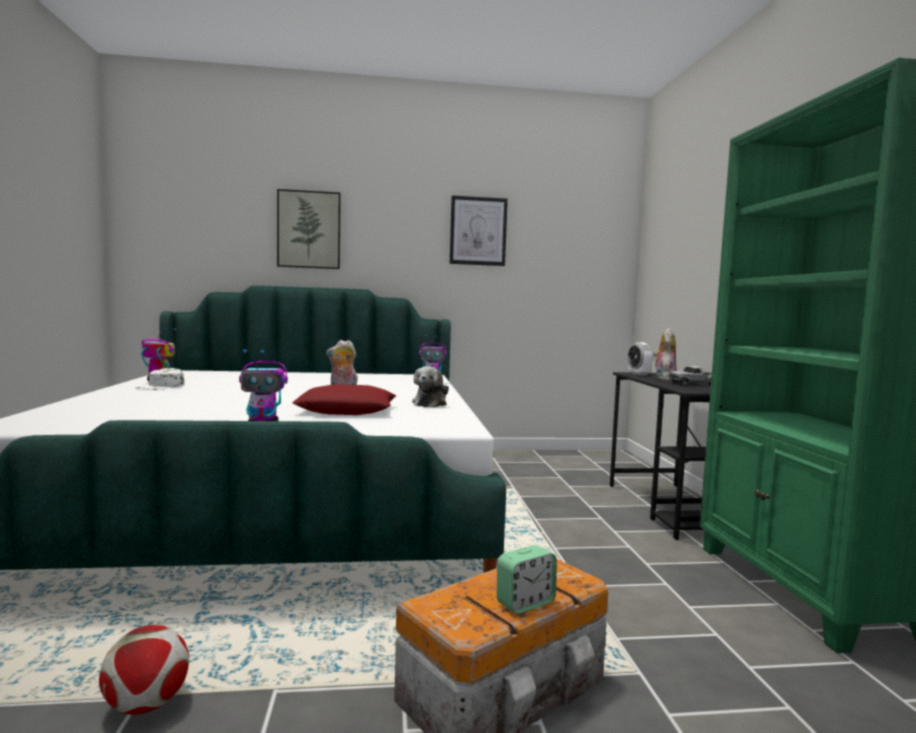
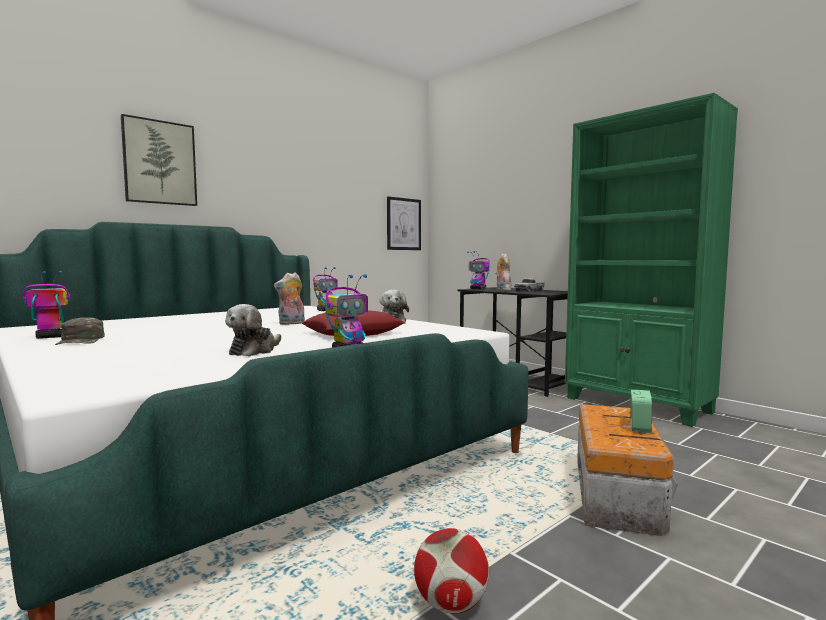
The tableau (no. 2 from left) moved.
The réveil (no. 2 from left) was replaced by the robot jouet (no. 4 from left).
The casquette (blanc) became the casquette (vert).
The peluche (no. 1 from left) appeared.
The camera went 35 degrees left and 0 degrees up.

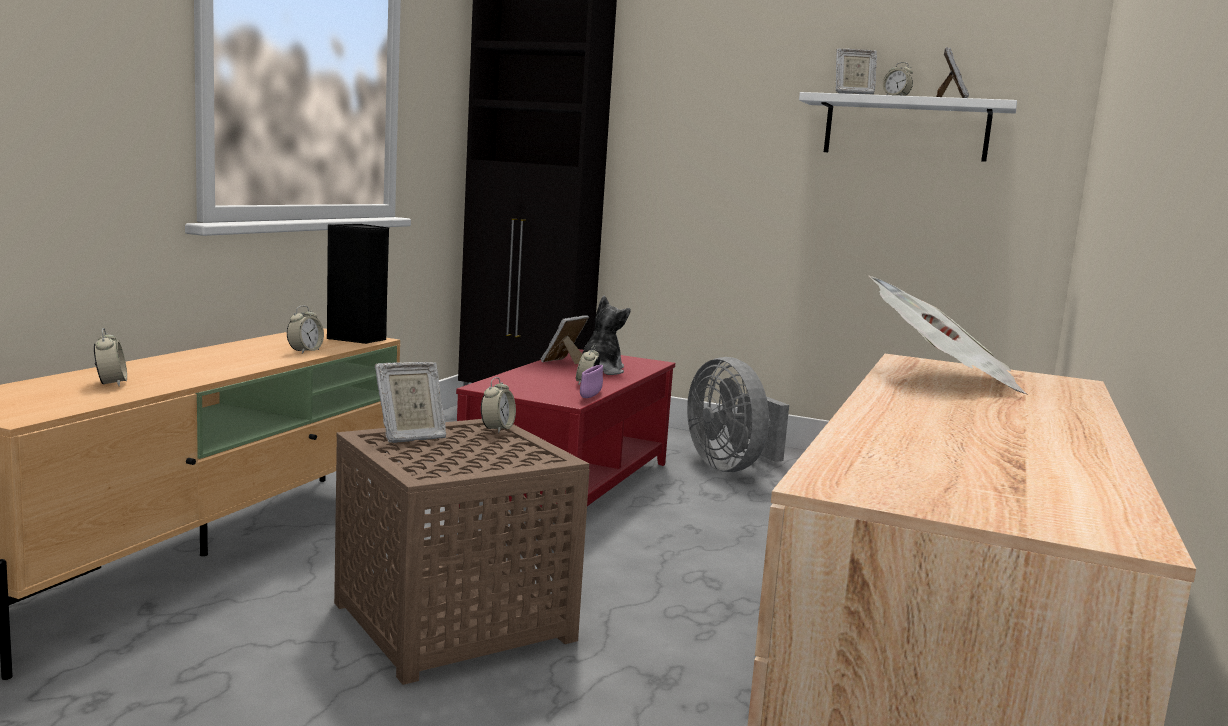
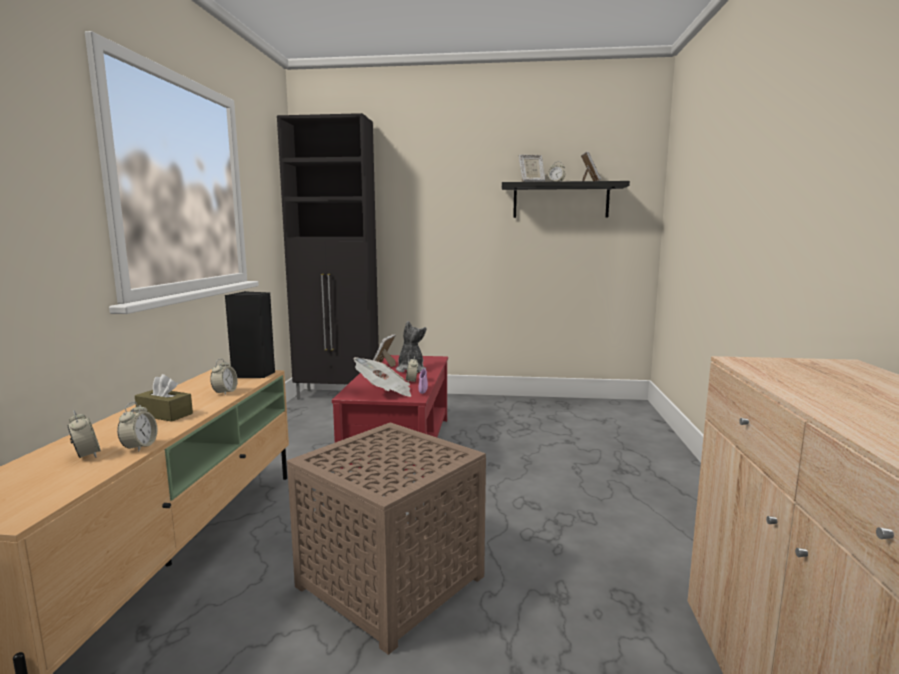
The étagère (blanc) became the étagère (noir).
The journal moved.
The ventilateur (gris) disappeared.
The cadre photo (no. 1 from left) disappeared.
The réveil (no. 3 from left in the first image) moved.
The boîte à mouchoirs (marron) appeared.
The camera went 15 degrees left and 0 degrees up.

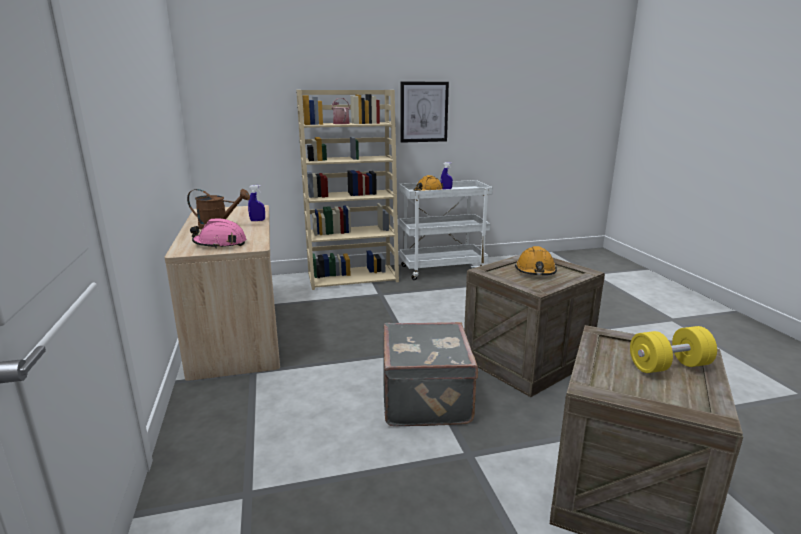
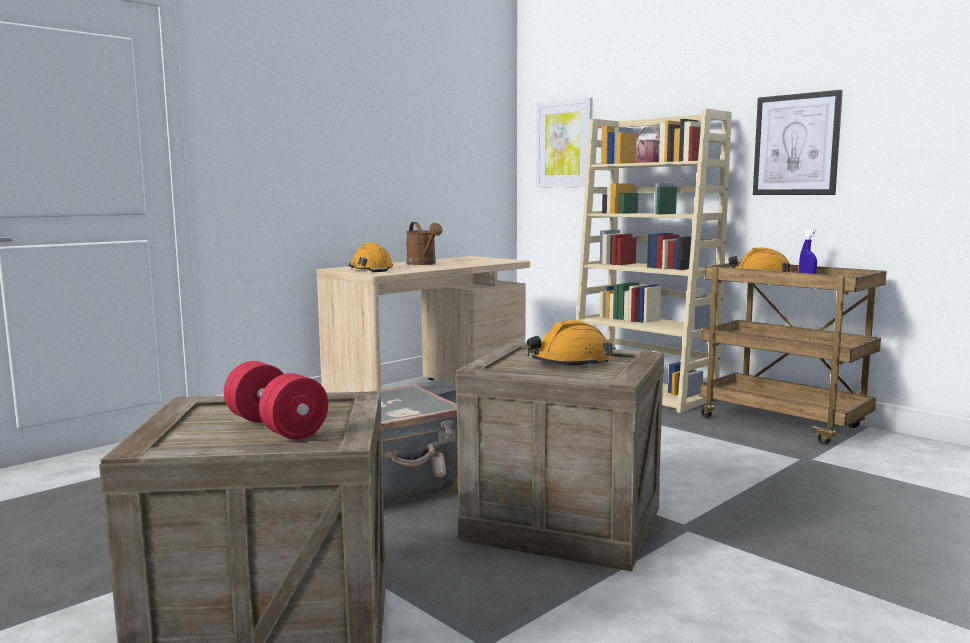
The chariot (blanc) became the chariot (marron).
The vaporisateur (bleu) (no. 1 from left) disappeared.
The casque de chantier (rose) became the casque de chantier (orange) (no. 1 from left).
The haltère (jaune) became the haltère (rouge).
The tableau (no. 1 from left) appeared.
The camera went 60 degrees right and 10 degrees down.

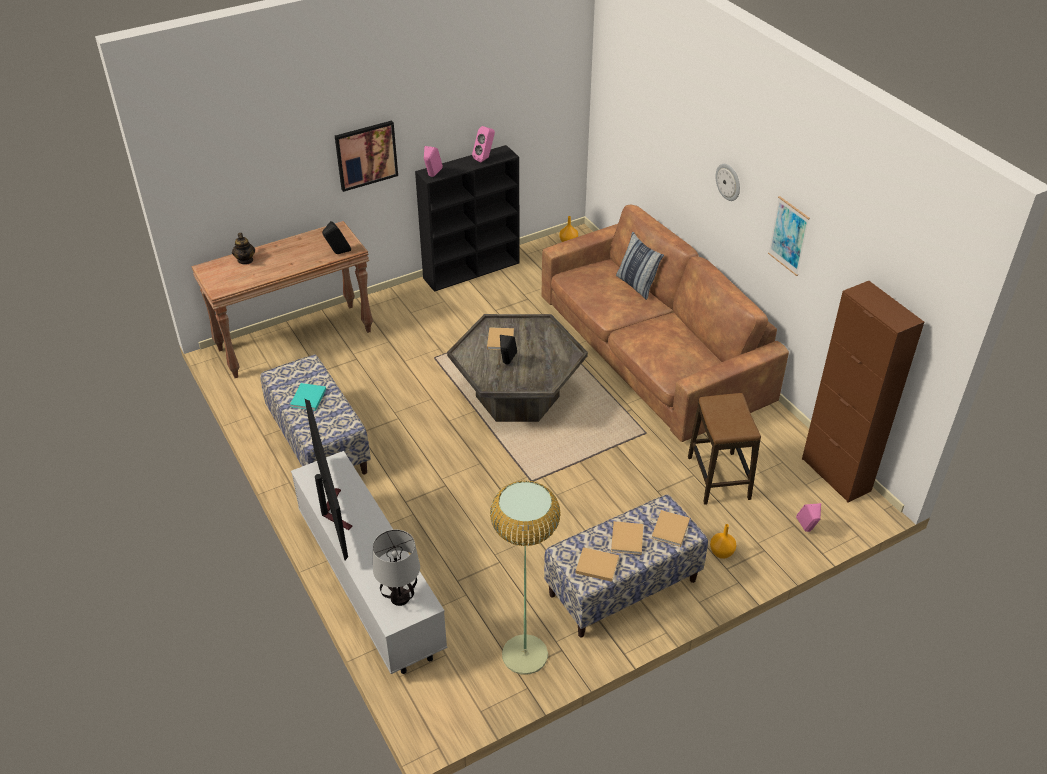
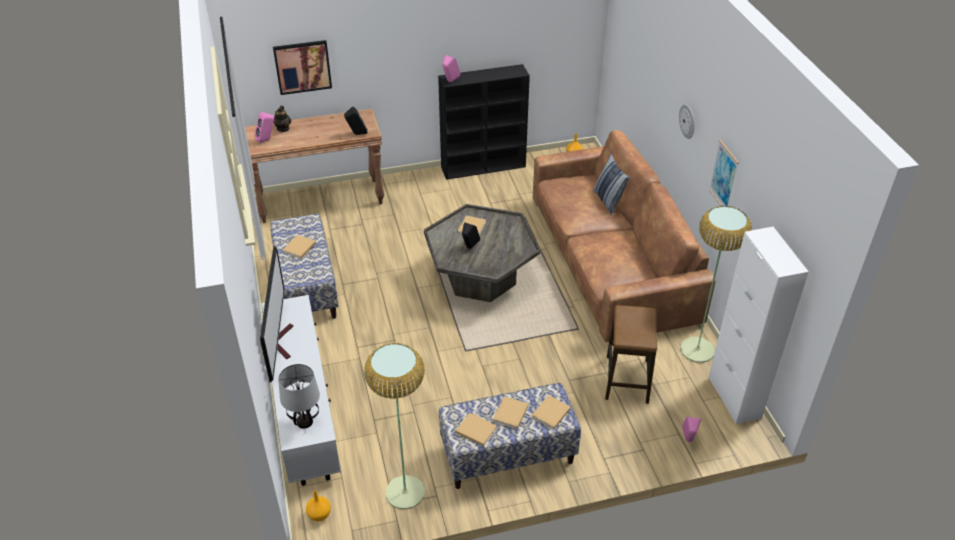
The tableau (no. 1 from left) moved.
The enceinte (rose) (no. 2 from left in the first image) moved.
The meuble de rangement (marron) became the meuble de rangement (blanc).
The livre (turquoise) became the livre (beige) (no. 1 from left).
The vase (orange) (no. 2 from left in the first image) moved.
The lampadaire (no. 2 from left) appeared.
The camera went 15 degrees right and 0 degrees up.

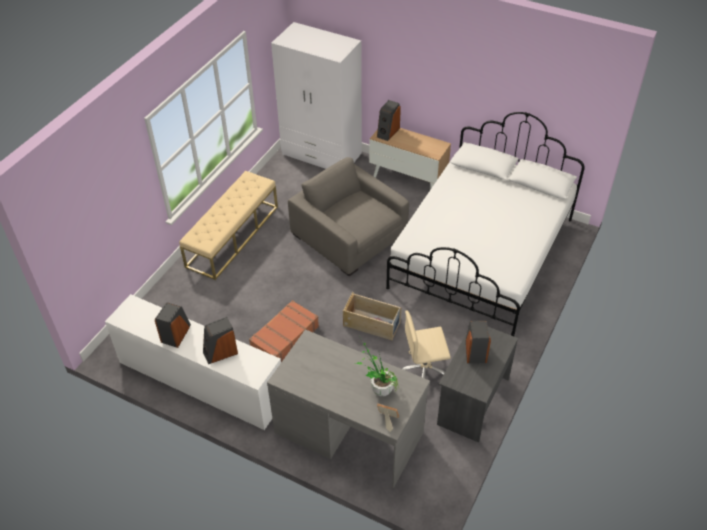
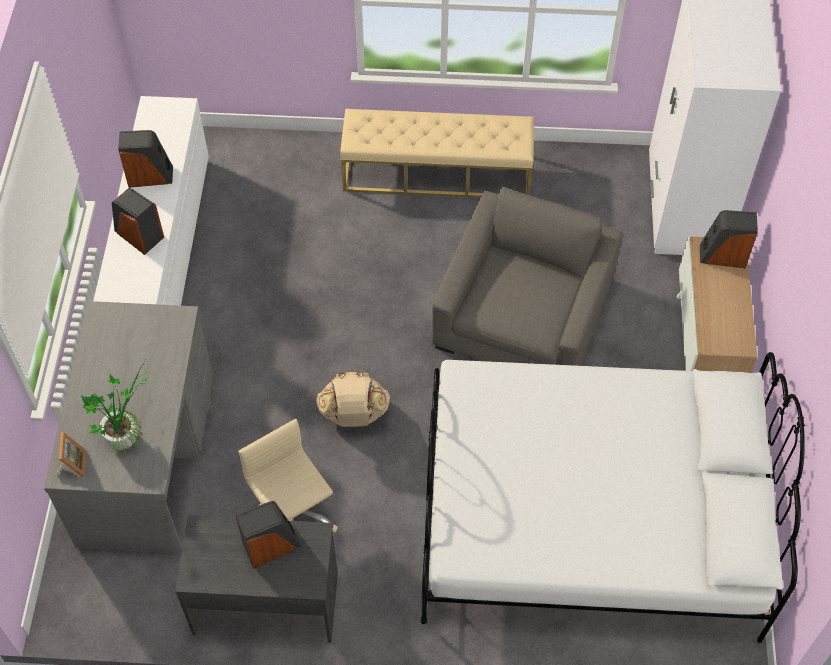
The boîte de rangement (beige) was replaced by the sac à dos (beige).
The valise (marron) disappeared.
The camera went 65 degrees right and 10 degrees up.

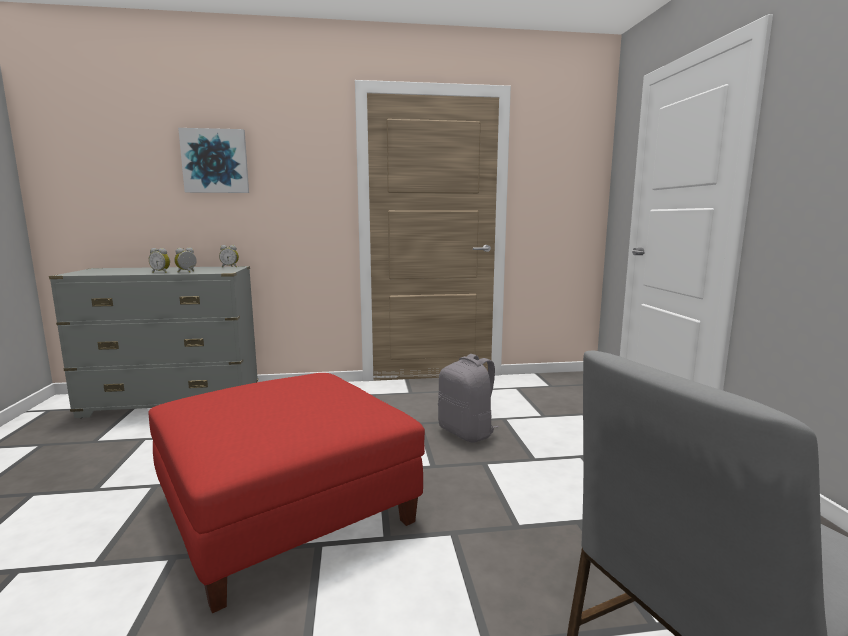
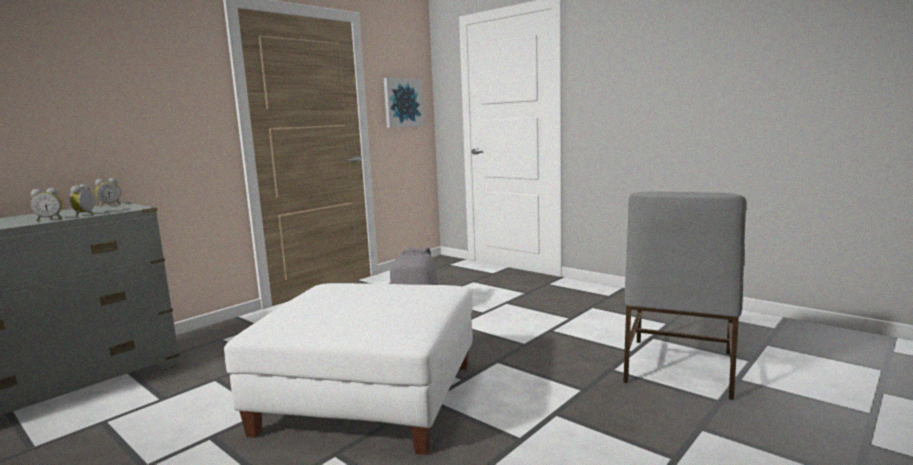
The tableau moved.
The pouf (rouge) became the pouf (blanc).
The camera went 40 degrees left and 0 degrees up.

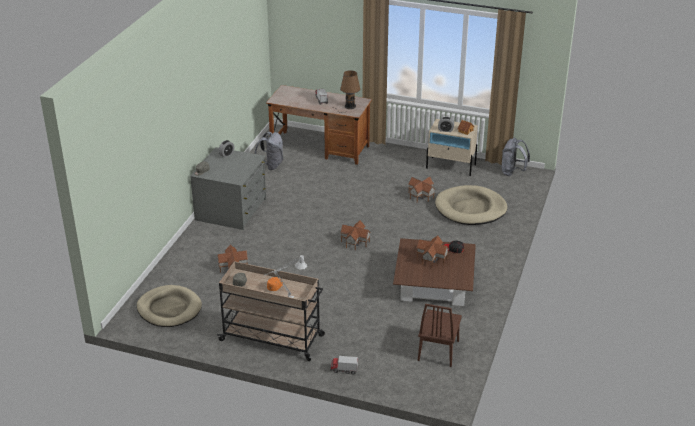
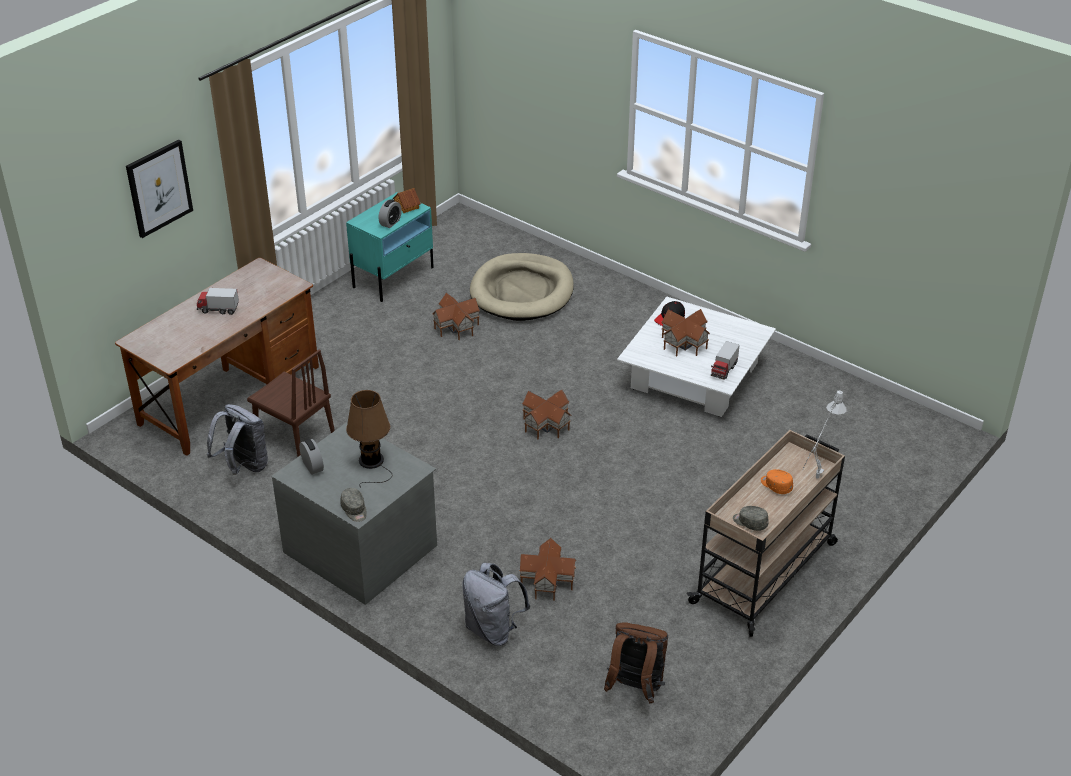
The lampe de table (marron) moved.
The table de chevet (beige) became the table de chevet (turquoise).
The sac à dos (gris) (no. 2 from left) moved.
The table basse (marron) became the table basse (blanc).
The panier pour chien (beige) (no. 1 from left) was replaced by the sac à dos (marron).
The chaise (marron) moved.
The camion jouet (no. 2 from left) moved.
The tableau appeared.
The camera went 70 degrees left and 5 degrees up.

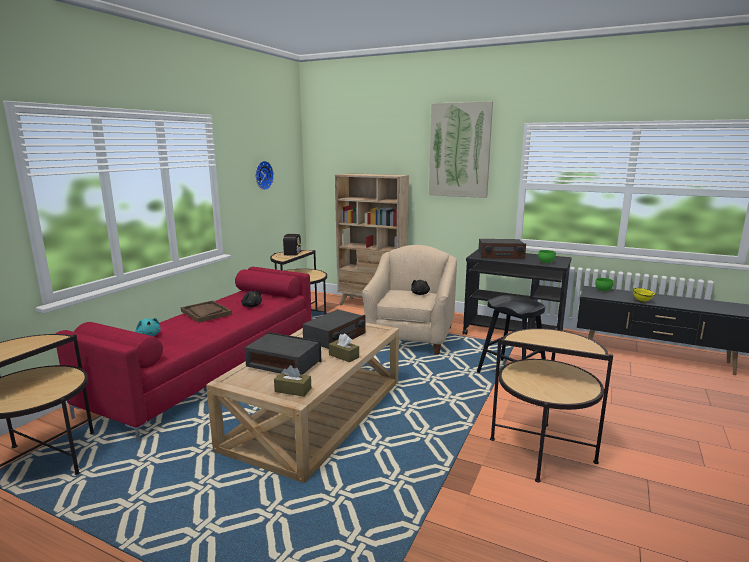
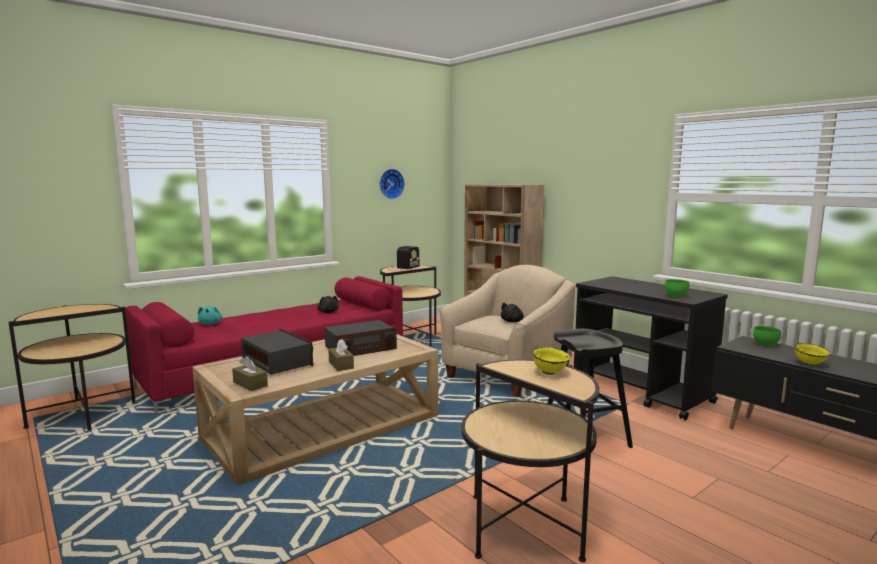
The tableau disappeared.
The radio (no. 4 from left) disappeared.
The plateau (marron) disappeared.
The bol (jaune) (no. 1 from left) appeared.
The camera went 25 degrees right and 5 degrees down.

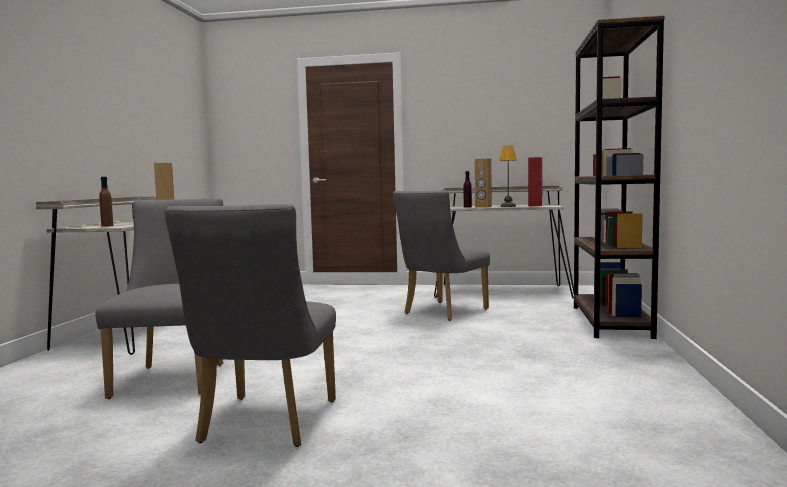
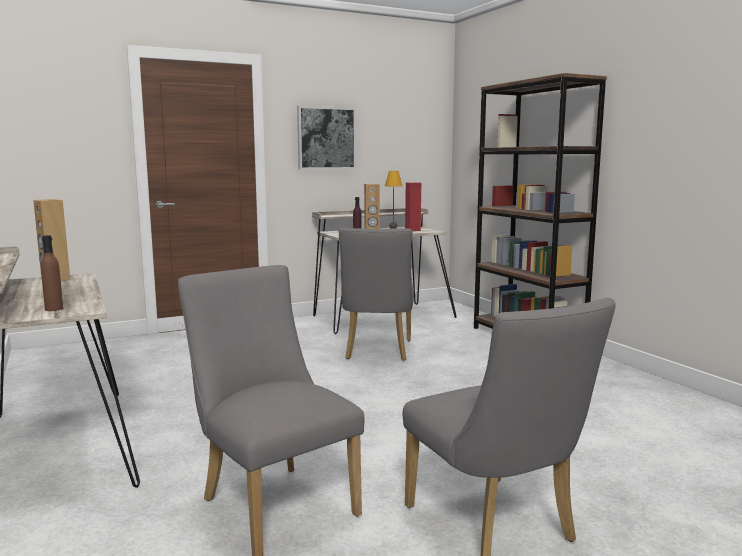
The tableau appeared.
The camera went 35 degrees left and 5 degrees up.

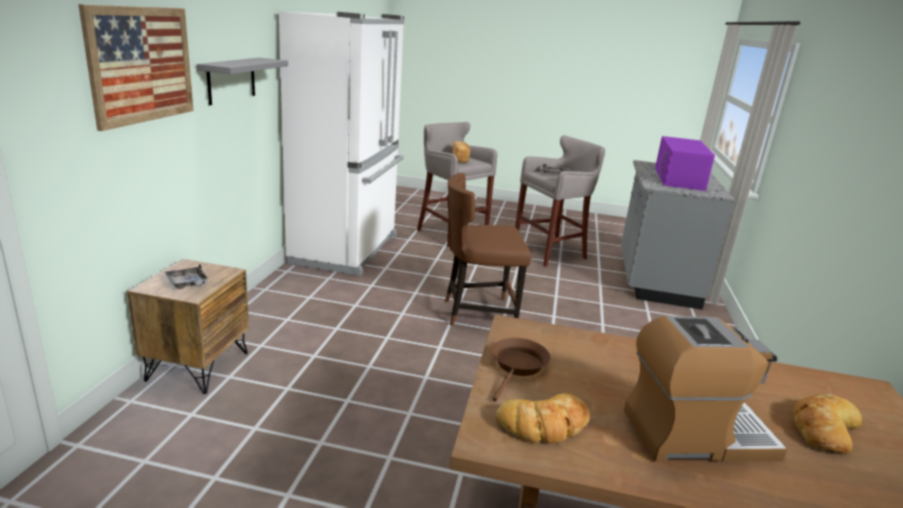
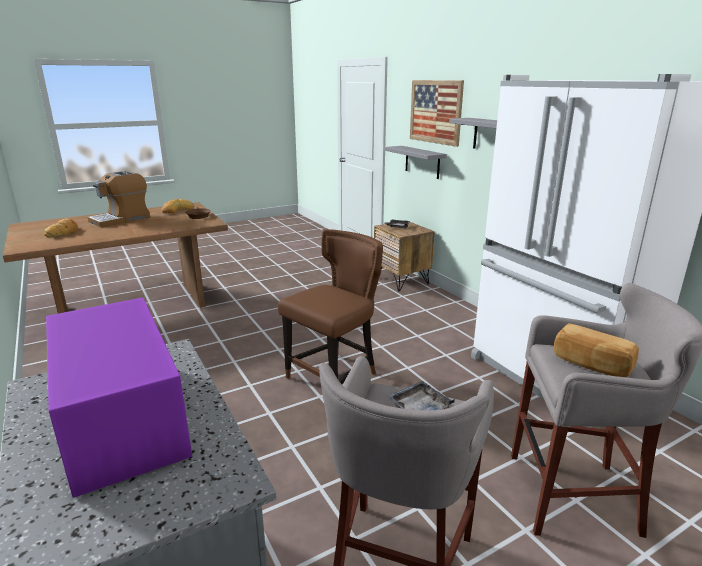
The étagère (gris) (no. 1 from left) appeared.
The camera went 140 degrees right and 0 degrees up.

